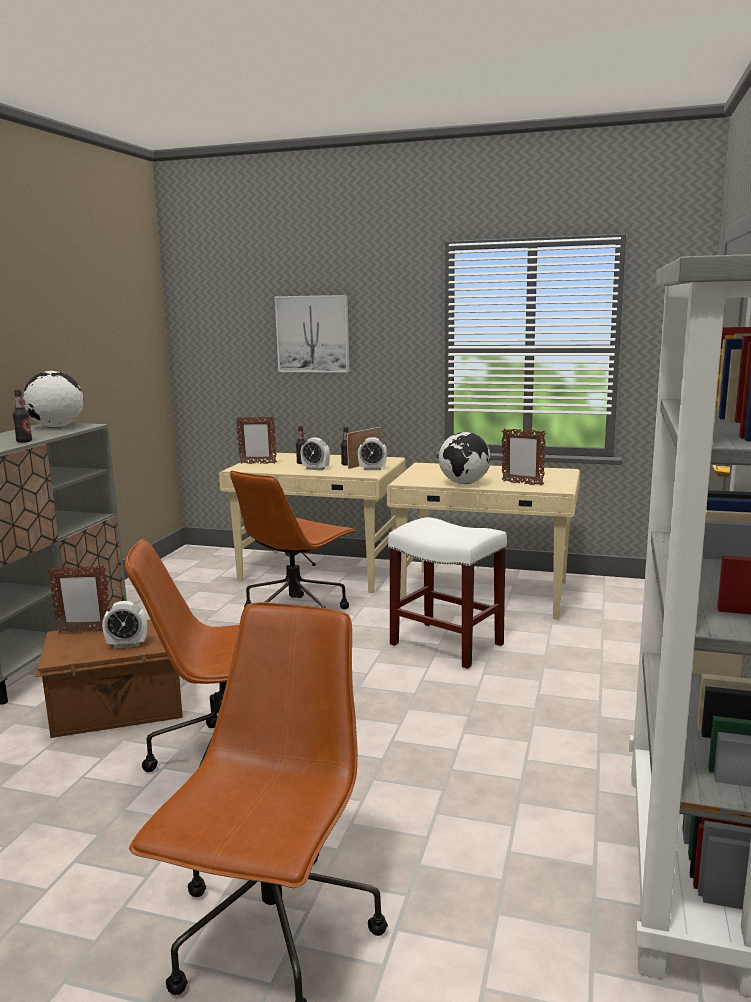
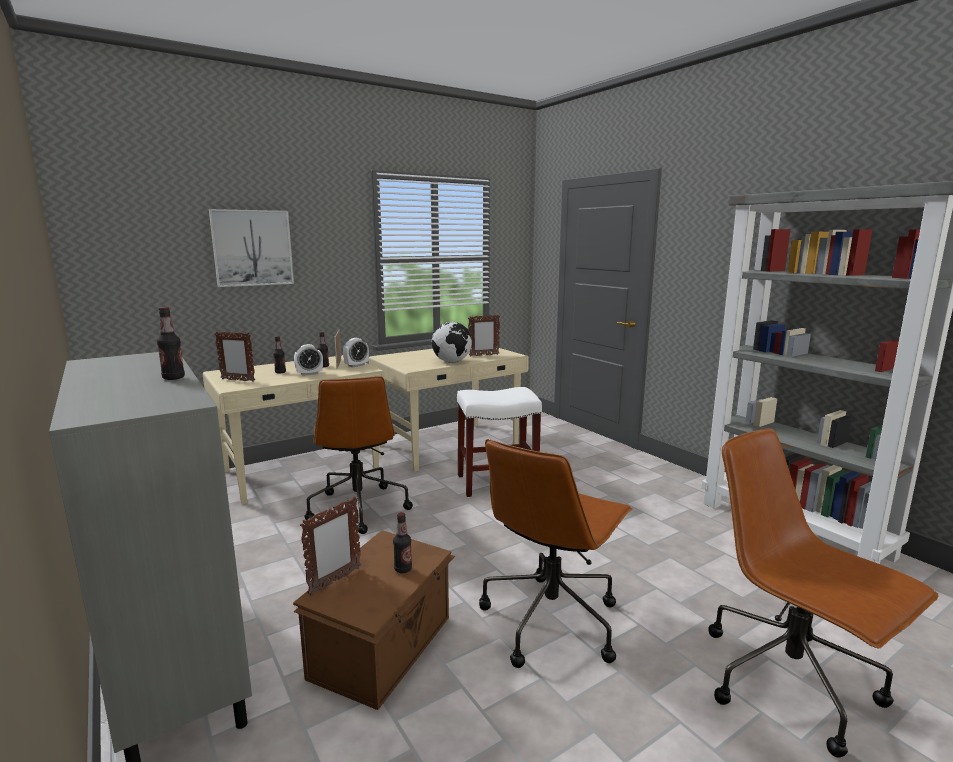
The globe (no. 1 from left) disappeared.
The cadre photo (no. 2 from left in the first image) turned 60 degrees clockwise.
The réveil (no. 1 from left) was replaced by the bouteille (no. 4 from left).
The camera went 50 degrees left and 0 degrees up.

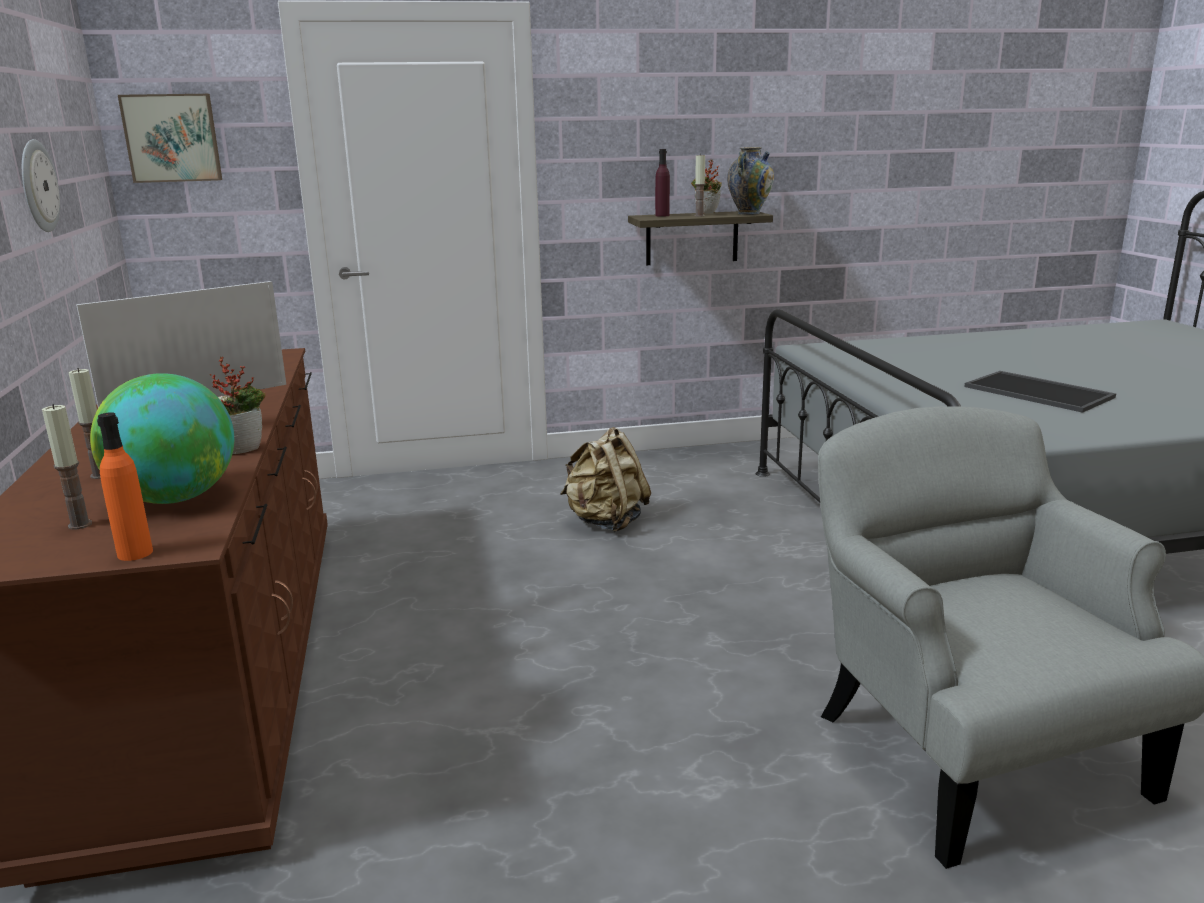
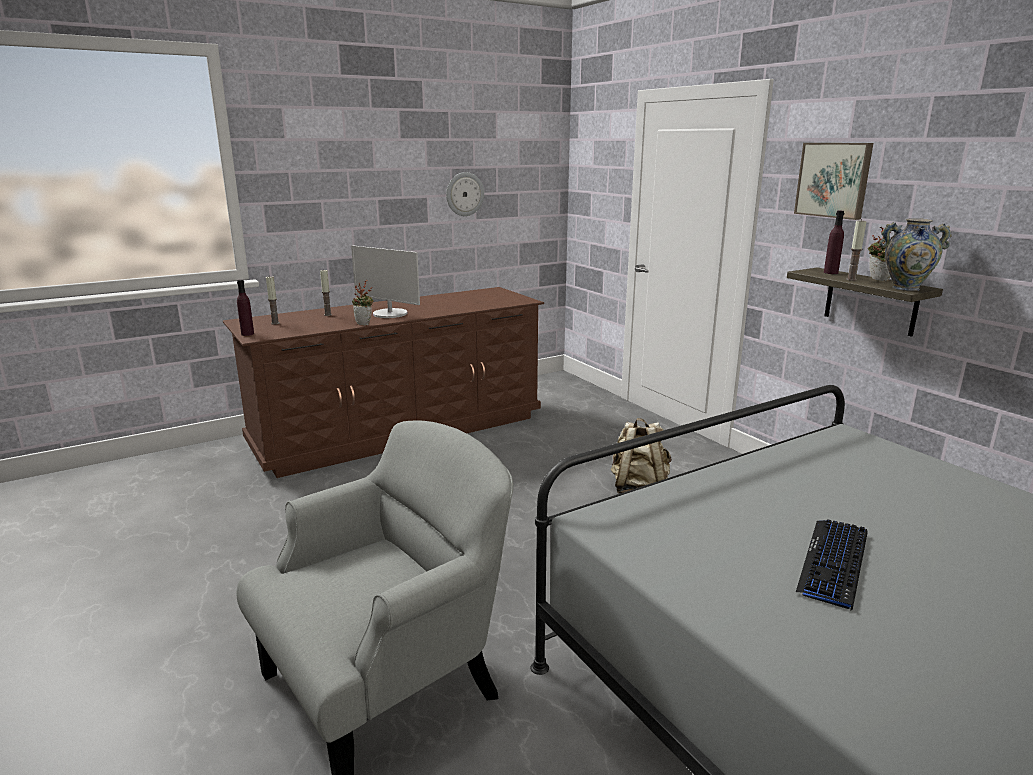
The tableau moved.
The plateau was replaced by the clavier.
The globe disappeared.
The bouteille (orange) became the bouteille (violet) (no. 1 from left).
The camera went 70 degrees right and 0 degrees up.

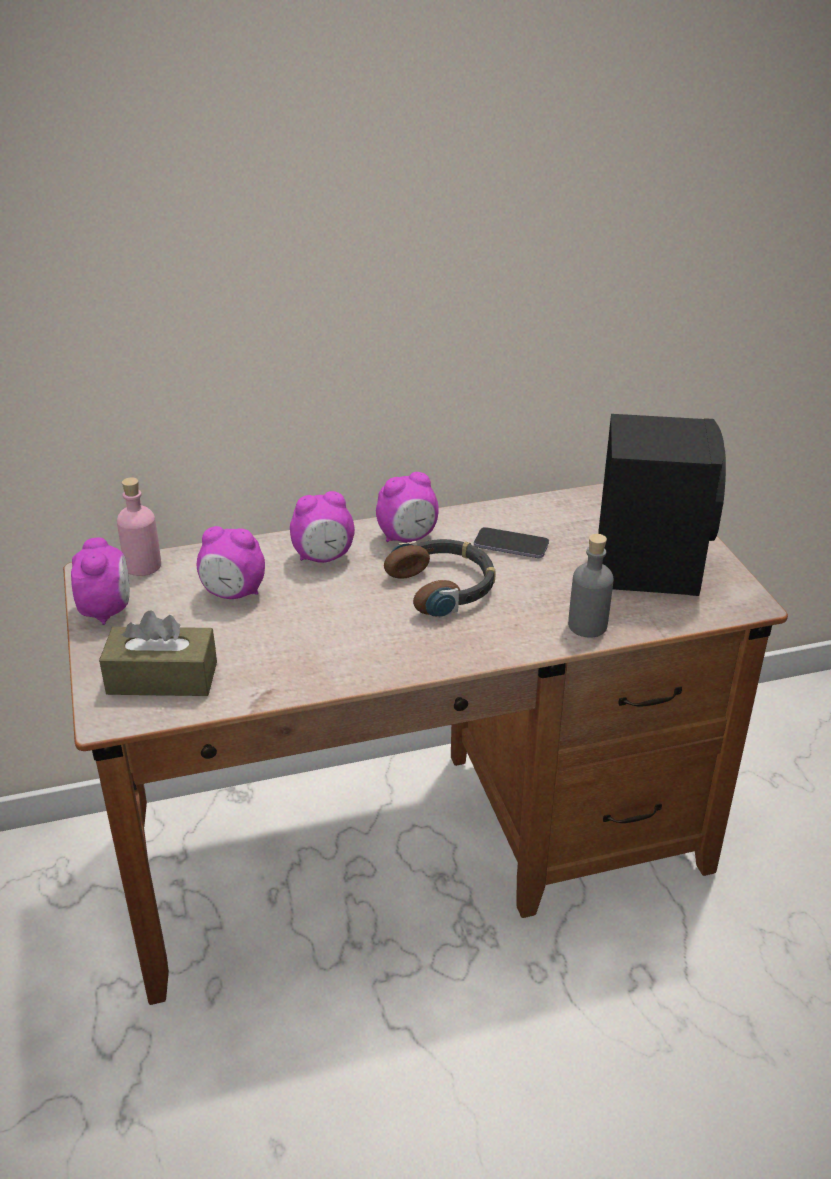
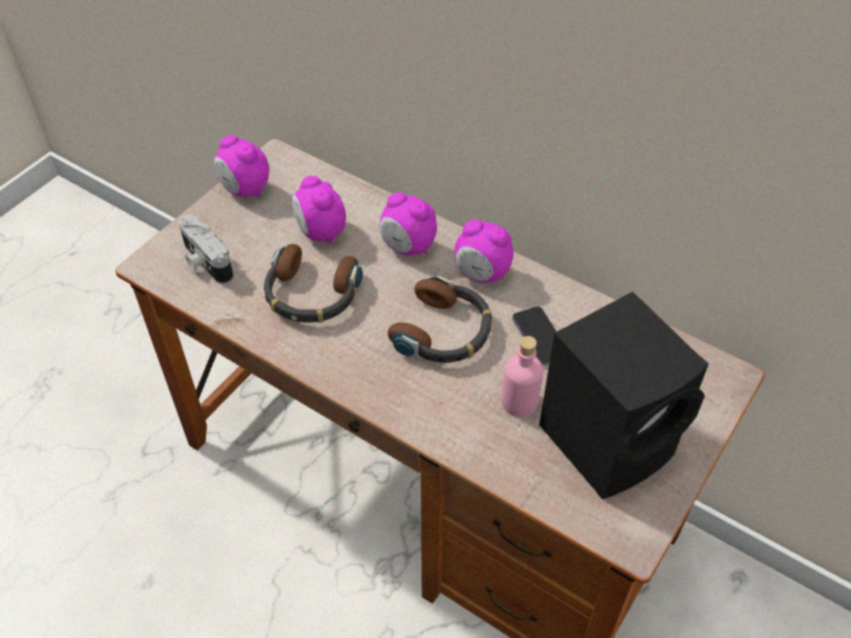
The bouteille (rose) moved.
The bouteille (gris) disappeared.
The réveil (no. 1 from left) turned 90 degrees clockwise.
The boîte à mouchoirs (marron) was replaced by the appareil photo.
The casque audio (no. 1 from left) appeared.
The camera went 50 degrees right and 15 degrees up.

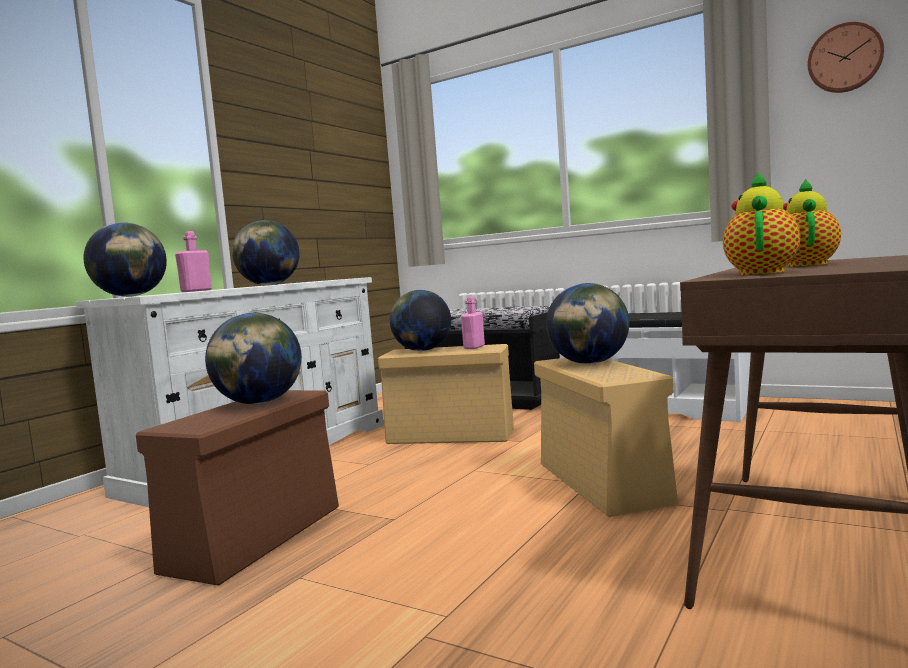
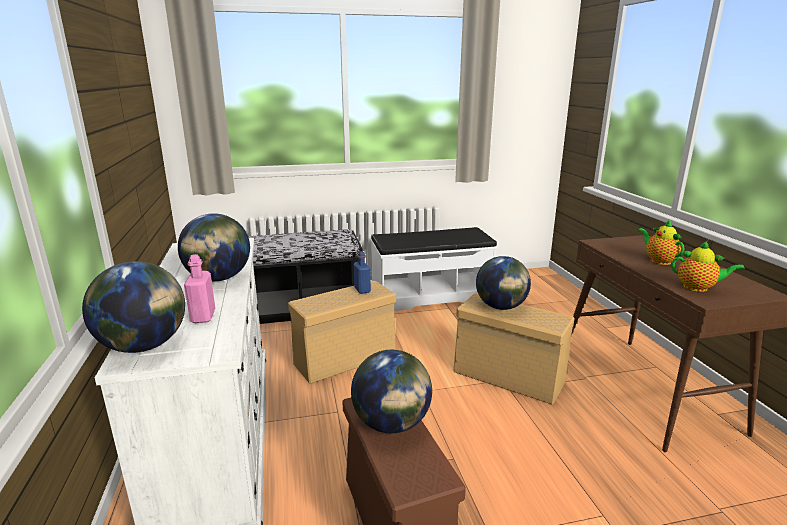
The horloge murale disappeared.
The théière (no. 1 from left in the first image) turned 135 degrees clockwise.
The globe (no. 4 from left) disappeared.
The bouteille (rose) (no. 2 from left) became the bouteille (bleu).
The camera went 45 degrees left and 15 degrees up.

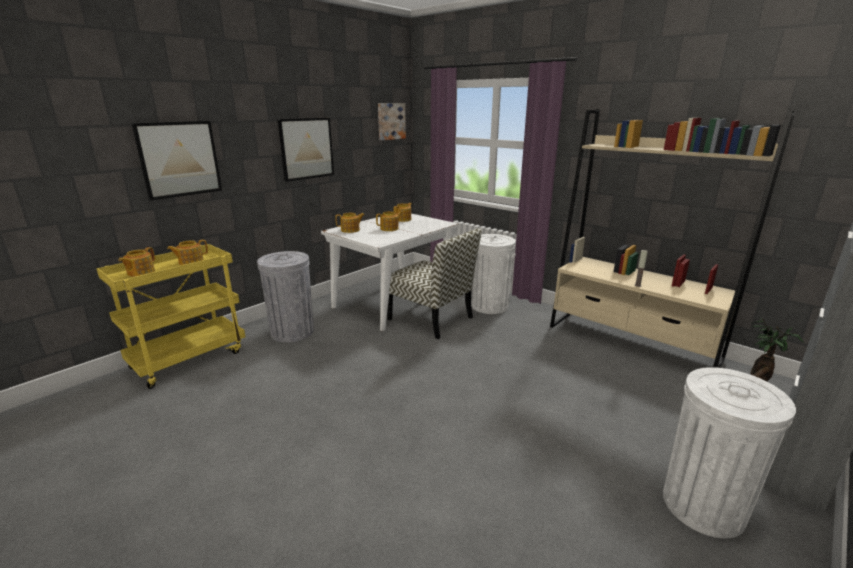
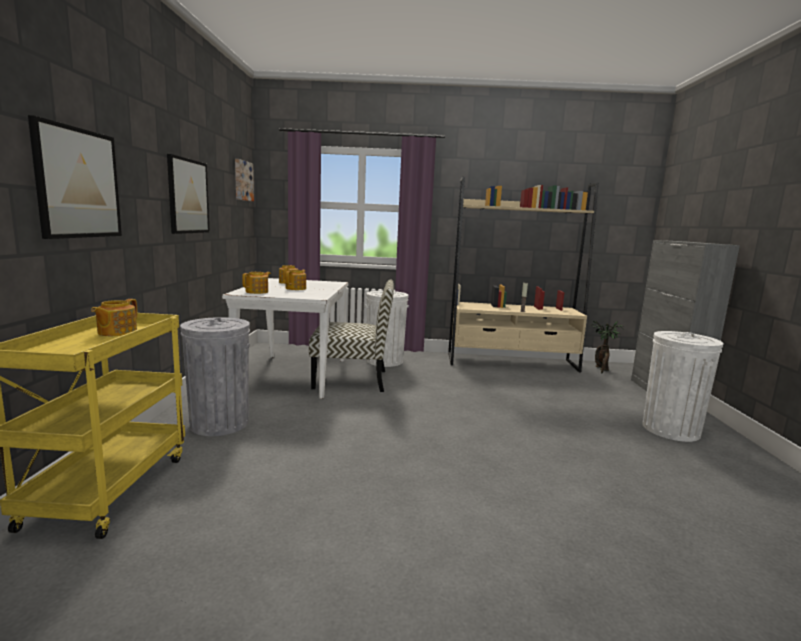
The théière (no. 1 from left) disappeared.
The camera went 40 degrees left and 10 degrees down.

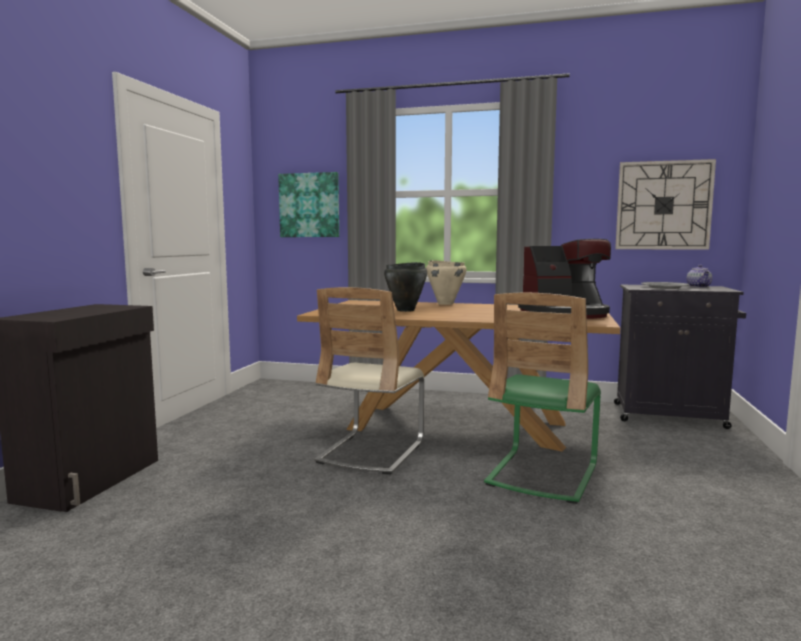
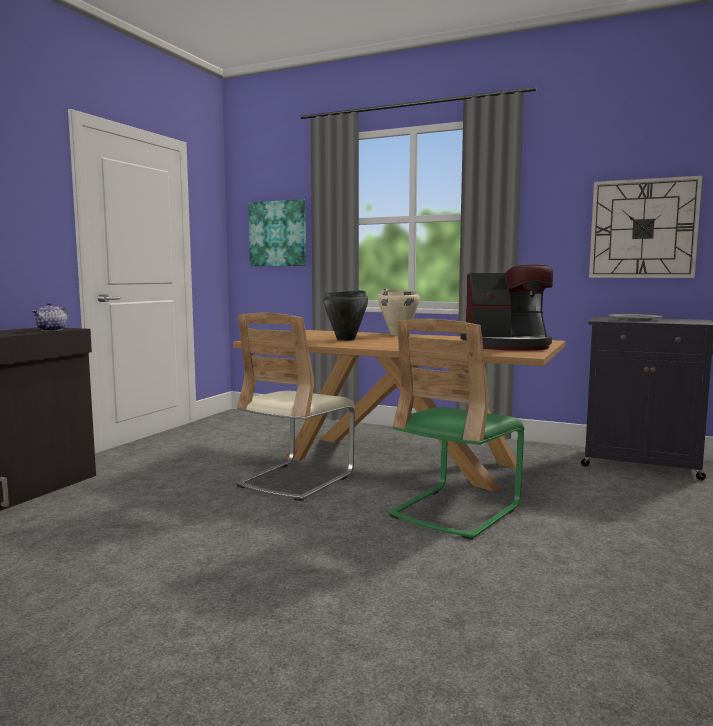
The théière moved.
The camera went 10 degrees right and 0 degrees up.

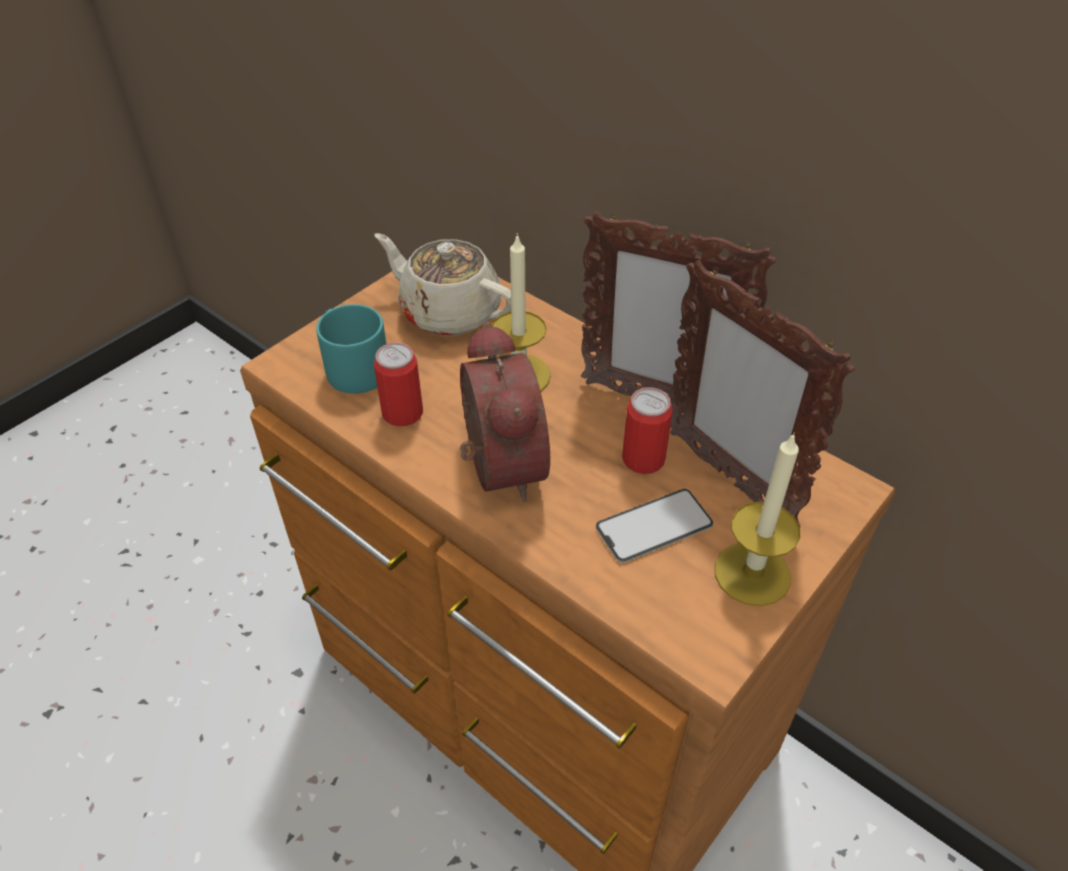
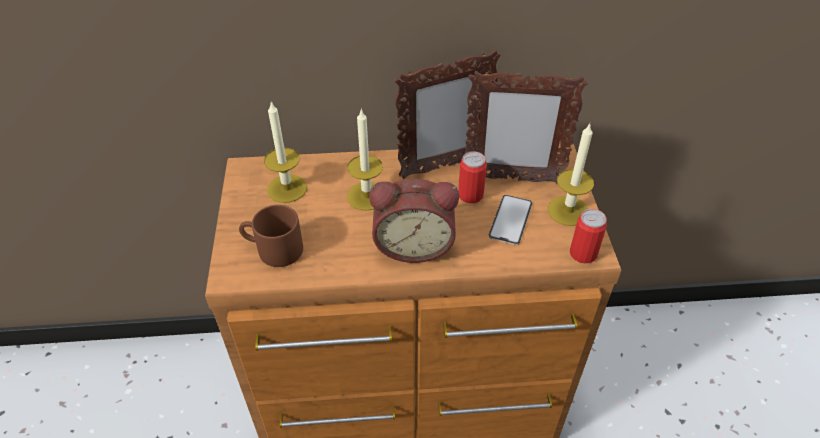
The théière (beige) was replaced by the bougie (no. 1 from left).
The mug (turquoise) became the mug (marron).
The réveil turned 150 degrees clockwise.
The boîte métallique (no. 1 from left in the first image) moved.
The camera went 45 degrees left and 0 degrees up.

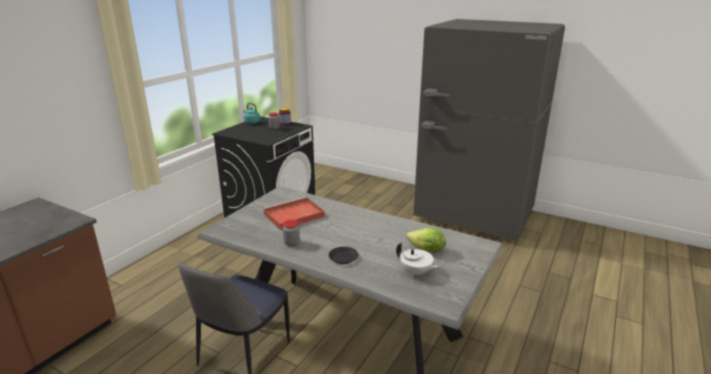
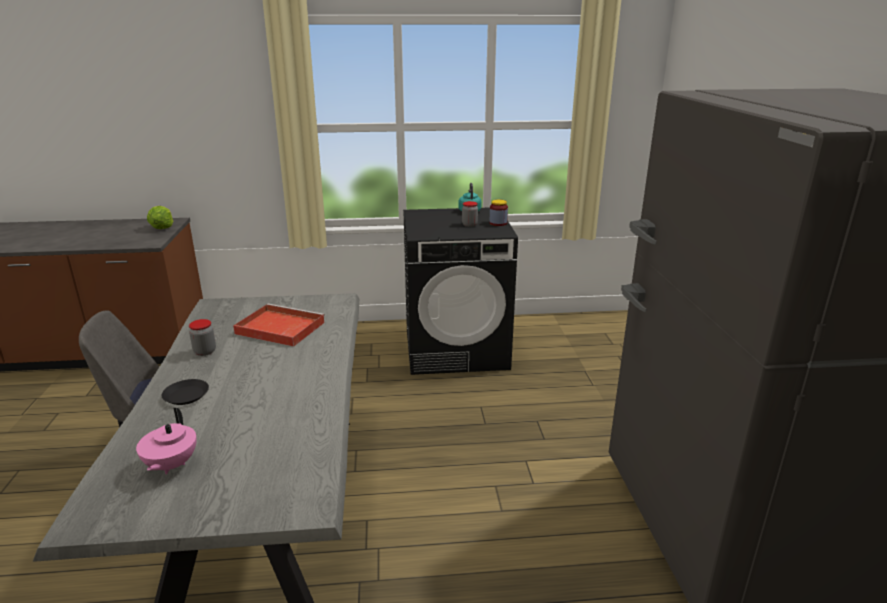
The laitue moved.
The théière (blanc) became the théière (rose).
The camera went 55 degrees right and 0 degrees up.

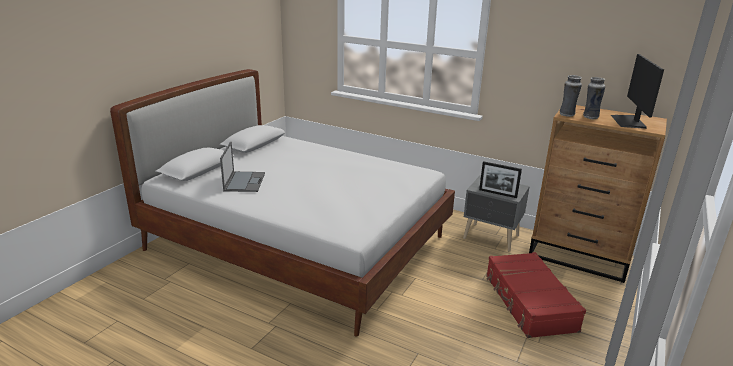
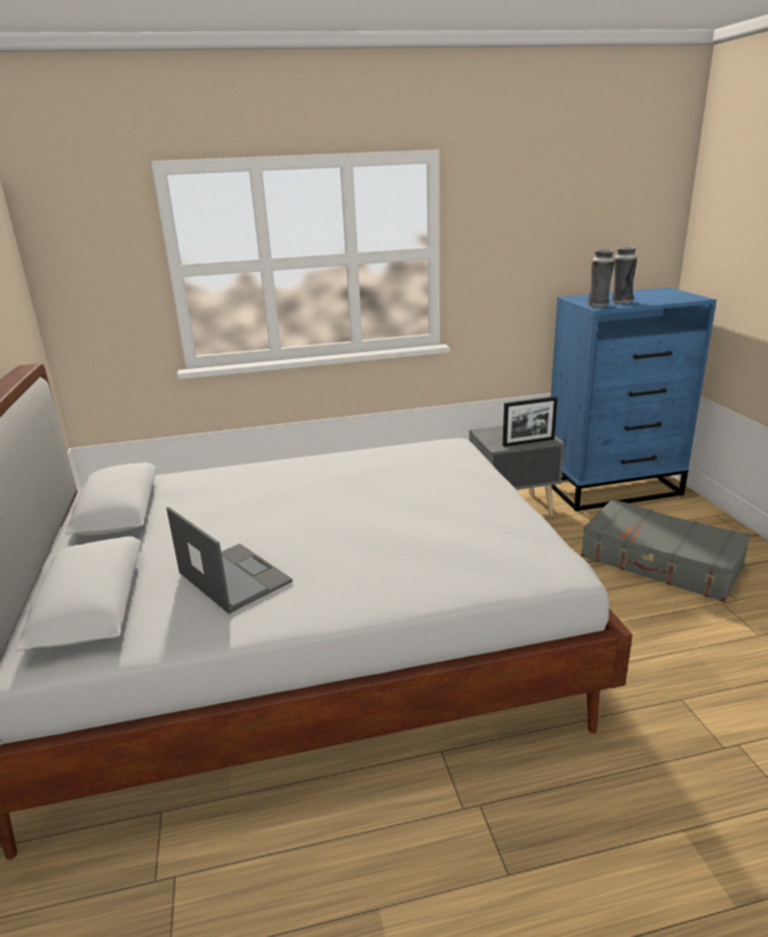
The écran d'ordinateur disappeared.
The commode (marron) became the commode (bleu).
The valise (rouge) became the valise (gris).
The camera went 40 degrees left and 0 degrees up.

